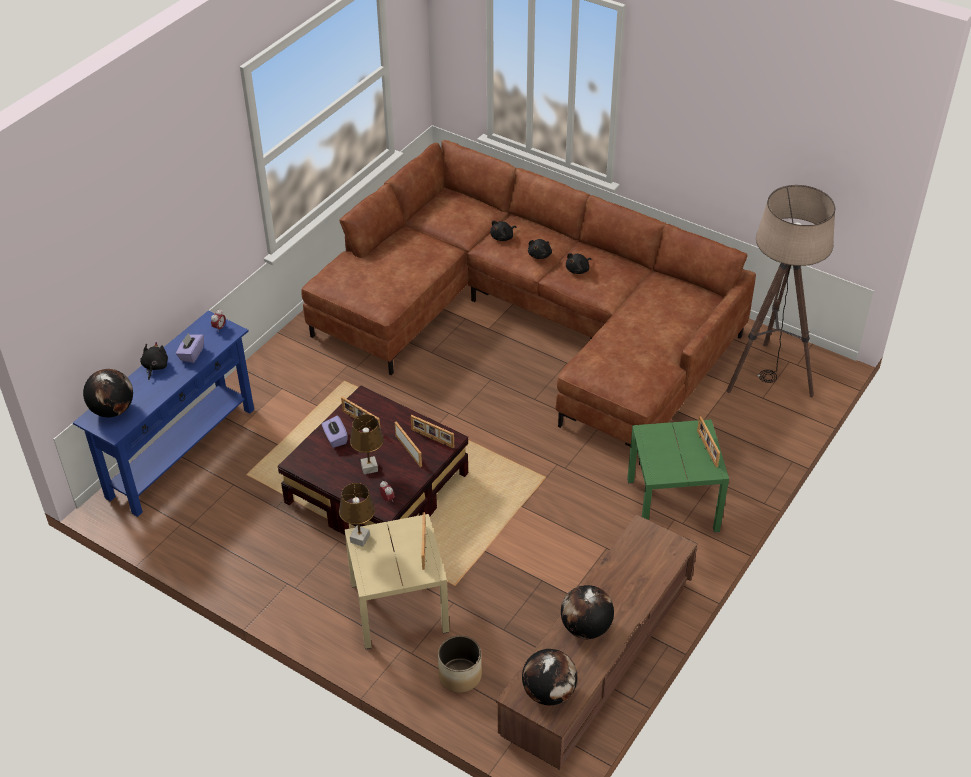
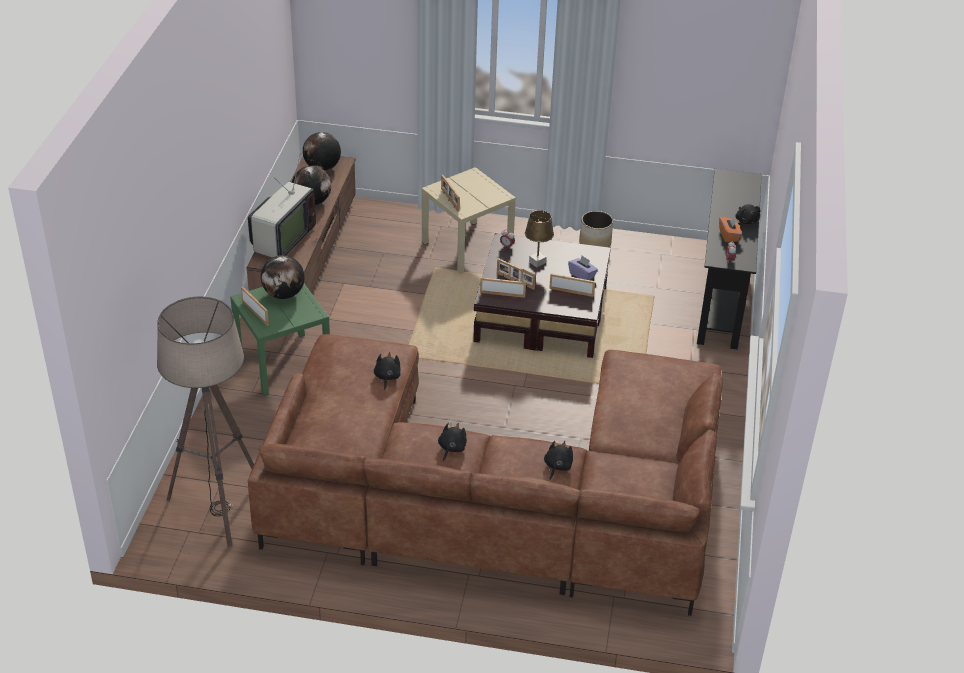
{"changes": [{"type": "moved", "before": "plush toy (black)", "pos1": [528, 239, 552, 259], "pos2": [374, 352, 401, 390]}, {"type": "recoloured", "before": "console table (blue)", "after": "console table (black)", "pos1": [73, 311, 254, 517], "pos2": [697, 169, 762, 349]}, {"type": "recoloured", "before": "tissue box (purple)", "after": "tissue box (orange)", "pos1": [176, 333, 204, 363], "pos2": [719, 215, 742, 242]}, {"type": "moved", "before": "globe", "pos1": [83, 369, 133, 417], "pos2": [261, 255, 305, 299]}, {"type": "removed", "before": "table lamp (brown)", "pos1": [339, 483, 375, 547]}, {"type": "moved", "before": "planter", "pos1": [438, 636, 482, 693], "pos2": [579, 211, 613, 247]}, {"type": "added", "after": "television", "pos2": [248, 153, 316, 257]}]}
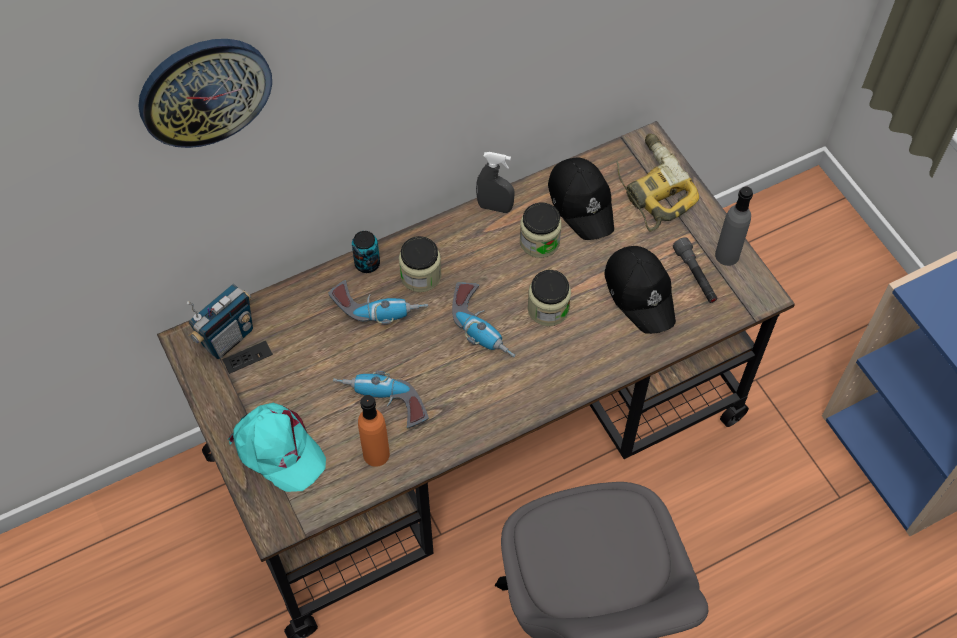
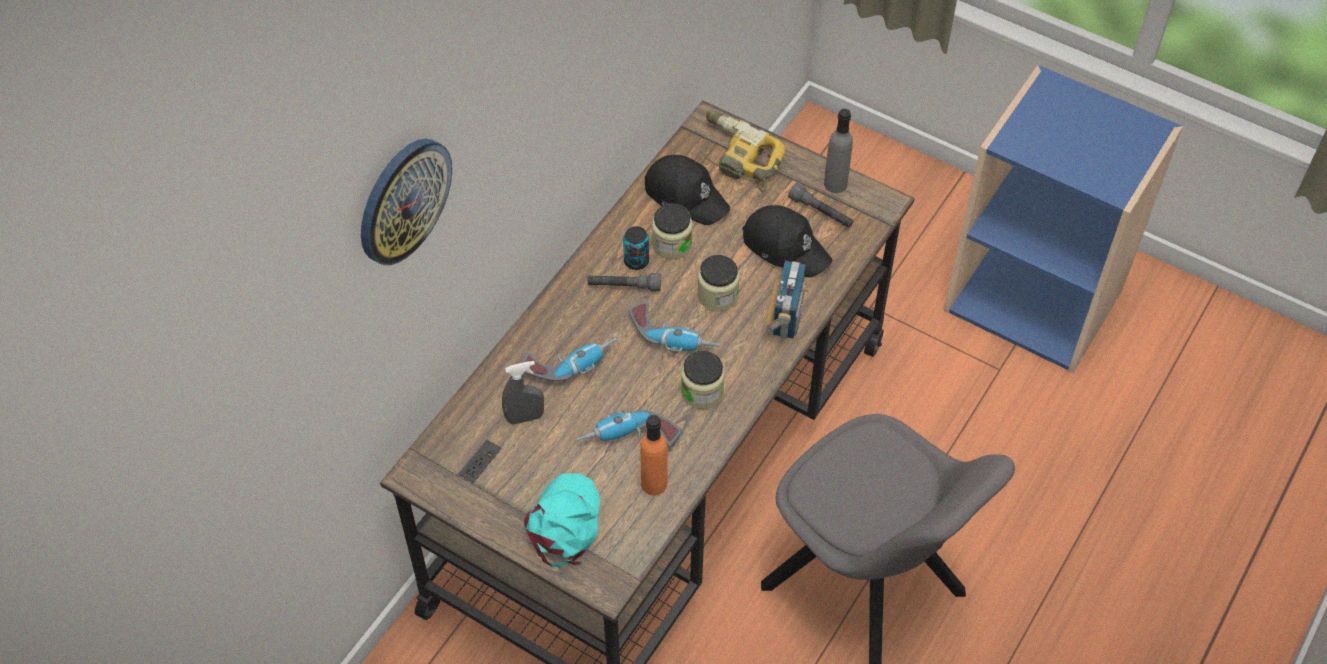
{"changes": [{"type": "moved", "before": "spray bottle (grey)", "pos1": [476, 152, 515, 213], "pos2": [502, 361, 544, 425]}, {"type": "moved", "before": "can", "pos1": [352, 231, 380, 273], "pos2": [623, 226, 649, 270]}, {"type": "moved", "before": "jar", "pos1": [399, 236, 441, 292], "pos2": [681, 351, 725, 409]}, {"type": "moved", "before": "radio", "pos1": [187, 284, 253, 359], "pos2": [765, 261, 809, 338]}, {"type": "turned", "before": "cap (turquoise)", "pos1": [228, 403, 326, 492], "pos2": [524, 474, 600, 567], "turn": -90}, {"type": "added", "after": "flashlight (grey)", "pos2": [587, 273, 661, 291]}]}
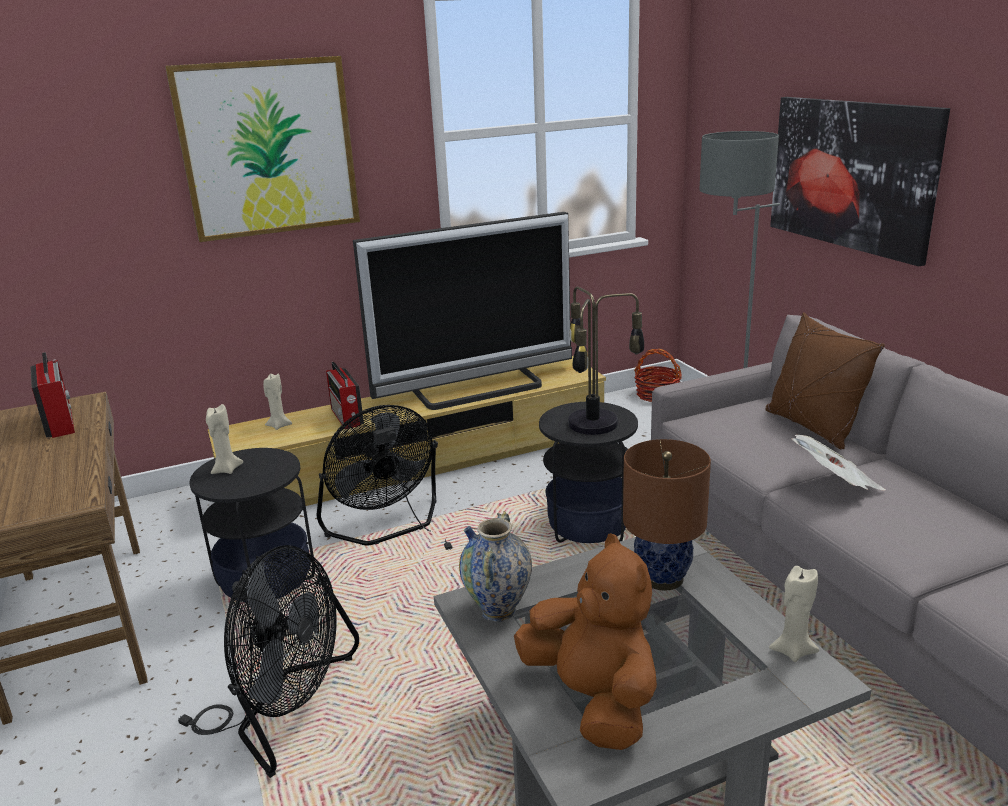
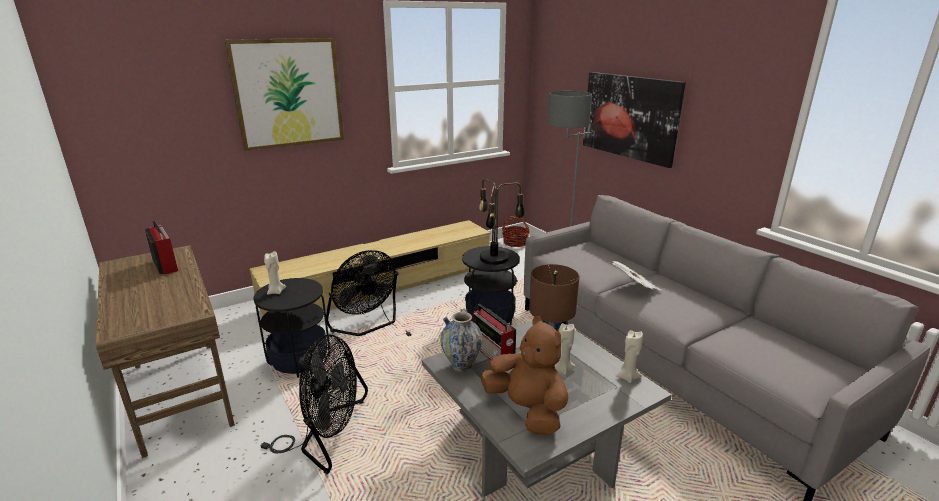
{"changes": [{"type": "removed", "before": "television", "pos1": [353, 212, 572, 410]}, {"type": "removed", "before": "pillow (brown)", "pos1": [765, 312, 885, 450]}, {"type": "moved", "before": "radio", "pos1": [326, 362, 364, 429], "pos2": [473, 304, 516, 360]}, {"type": "moved", "before": "candle (beige)", "pos1": [263, 373, 292, 430], "pos2": [555, 323, 576, 375]}]}
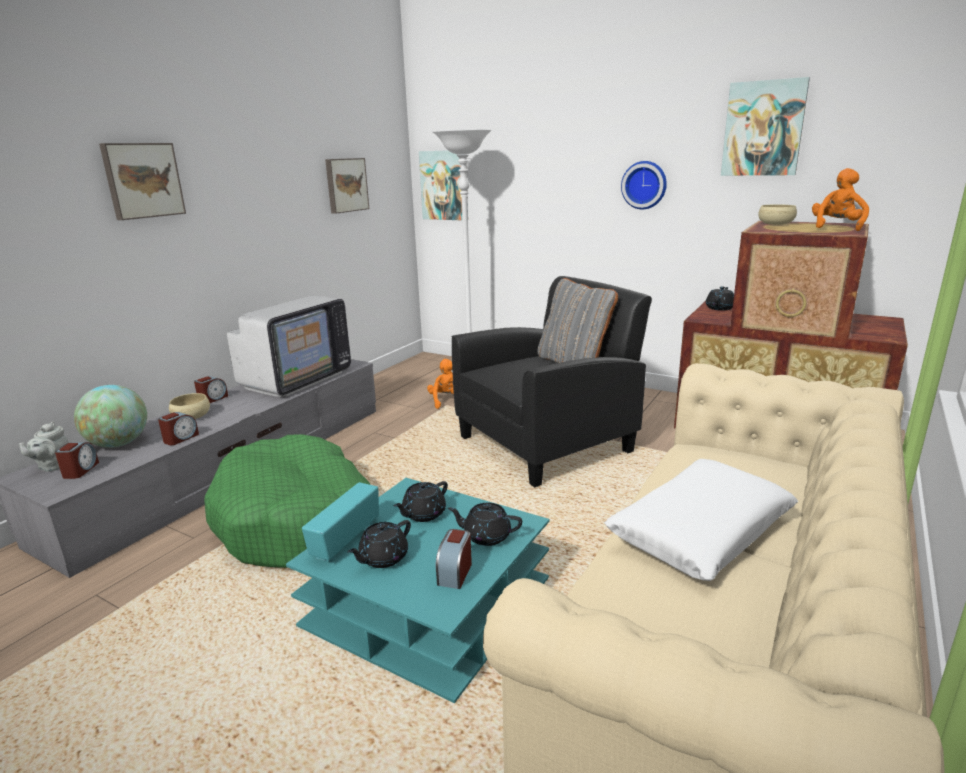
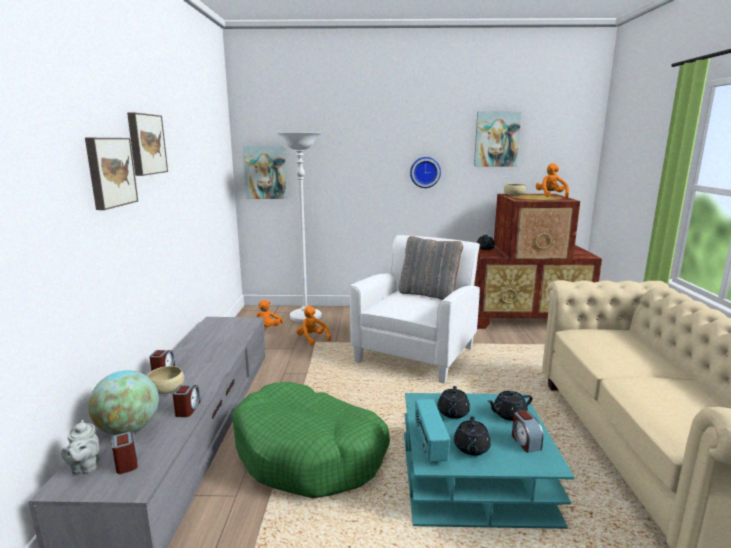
{"changes": [{"type": "moved", "before": "picture", "pos1": [325, 158, 369, 214], "pos2": [127, 113, 168, 176]}, {"type": "recoloured", "before": "armchair (black)", "after": "armchair (white)", "pos1": [452, 276, 652, 487], "pos2": [350, 235, 480, 384]}, {"type": "removed", "before": "television", "pos1": [227, 296, 351, 397]}, {"type": "removed", "before": "pillow (white)", "pos1": [604, 459, 798, 581]}, {"type": "added", "after": "plush toy (orange)", "pos2": [256, 300, 283, 327]}]}
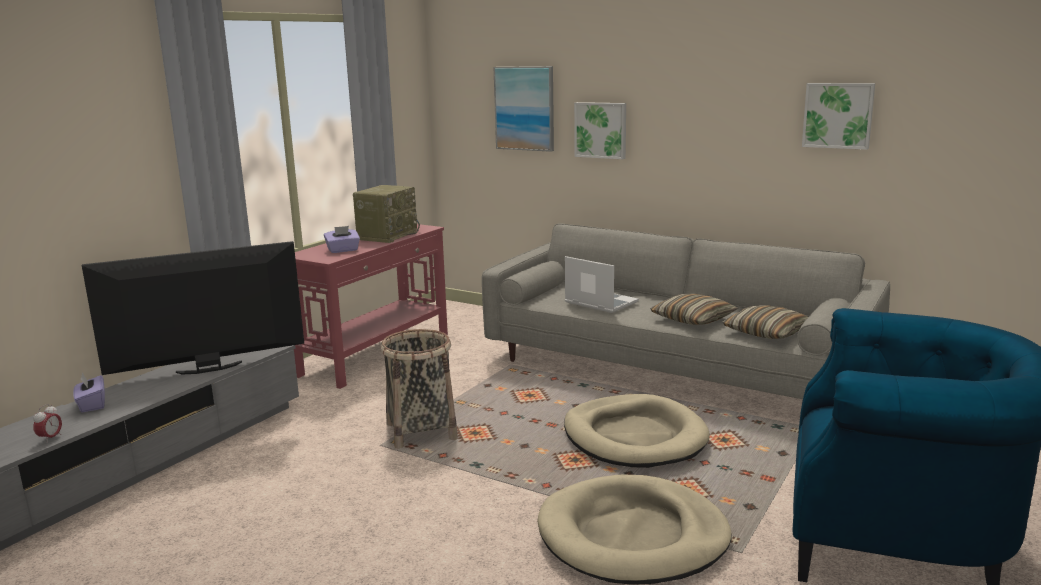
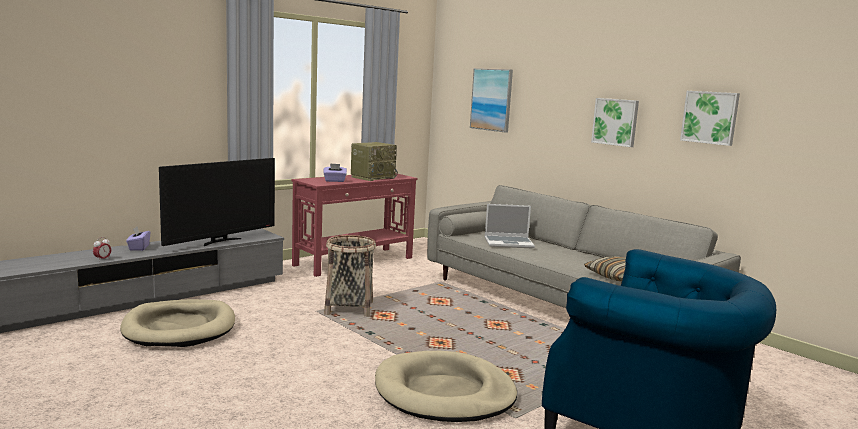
{"changes": [{"type": "moved", "before": "picture", "pos1": [574, 102, 626, 159], "pos2": [591, 98, 639, 147]}, {"type": "turned", "before": "television", "pos1": [82, 241, 304, 375], "pos2": [159, 158, 275, 246], "turn": 135}, {"type": "turned", "before": "laptop", "pos1": [565, 256, 639, 313], "pos2": [485, 204, 535, 248], "turn": 120}, {"type": "removed", "before": "pillow", "pos1": [650, 293, 738, 325]}, {"type": "moved", "before": "dog bed (beige)", "pos1": [564, 394, 710, 468], "pos2": [120, 299, 235, 347]}]}
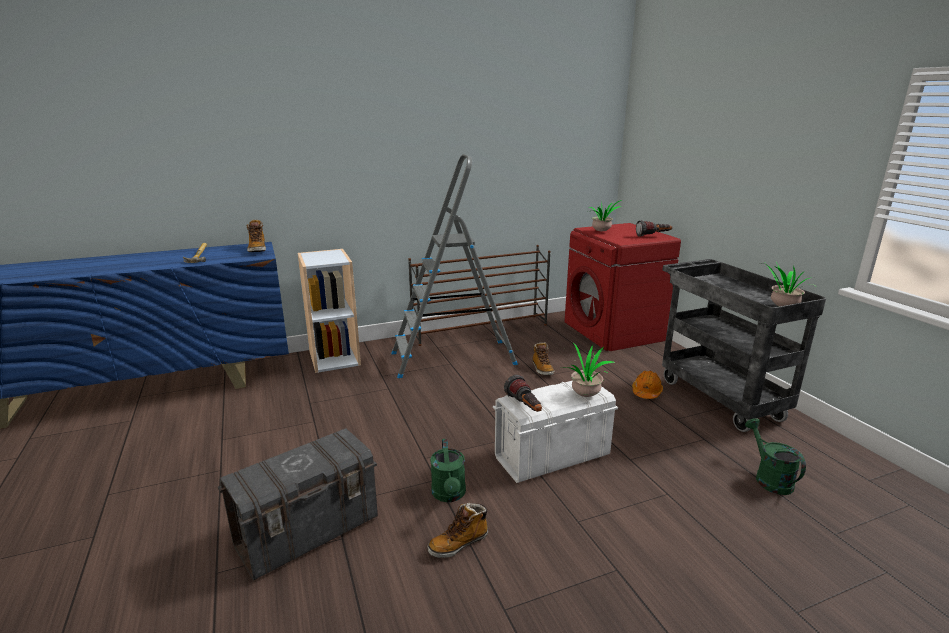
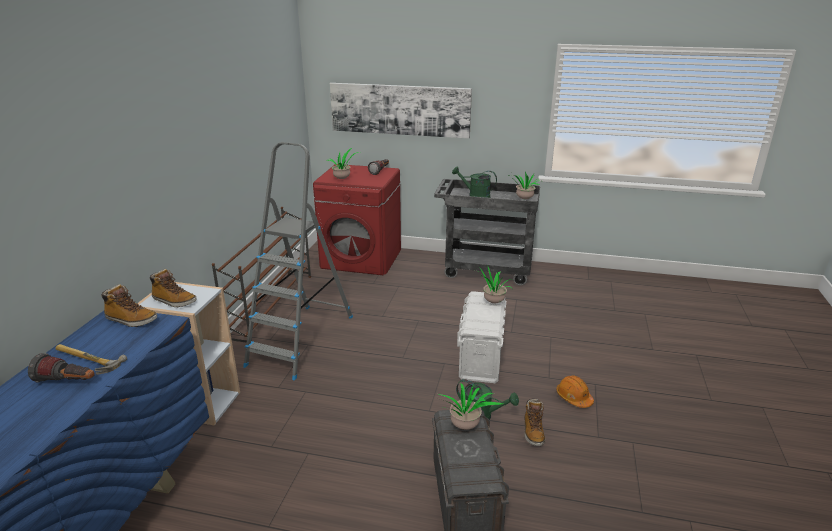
{"changes": [{"type": "moved", "before": "boot", "pos1": [532, 342, 554, 375], "pos2": [150, 269, 197, 308]}, {"type": "moved", "before": "hard hat (orange)", "pos1": [632, 371, 663, 399], "pos2": [556, 376, 594, 408]}, {"type": "moved", "before": "flashlight", "pos1": [504, 375, 542, 412], "pos2": [28, 353, 95, 383]}, {"type": "moved", "before": "watering can (green)", "pos1": [745, 418, 806, 495], "pos2": [452, 166, 497, 198]}, {"type": "added", "after": "picture", "pos2": [330, 83, 472, 139]}, {"type": "added", "after": "potted plant", "pos2": [439, 383, 503, 430]}]}
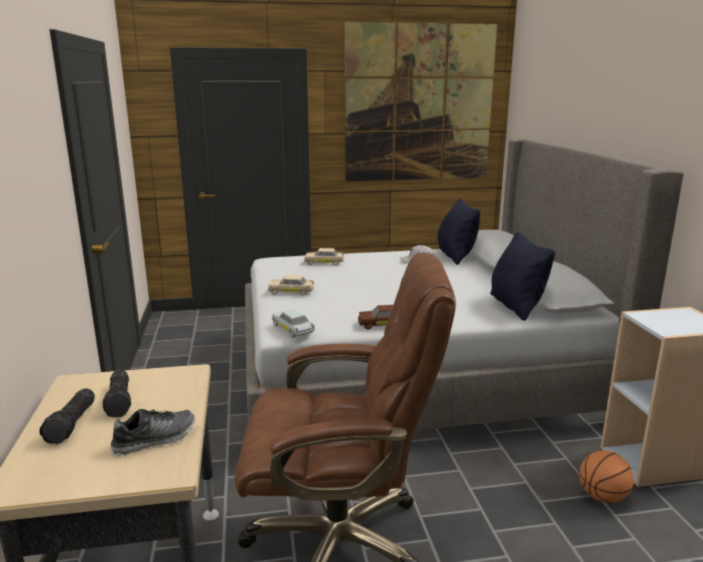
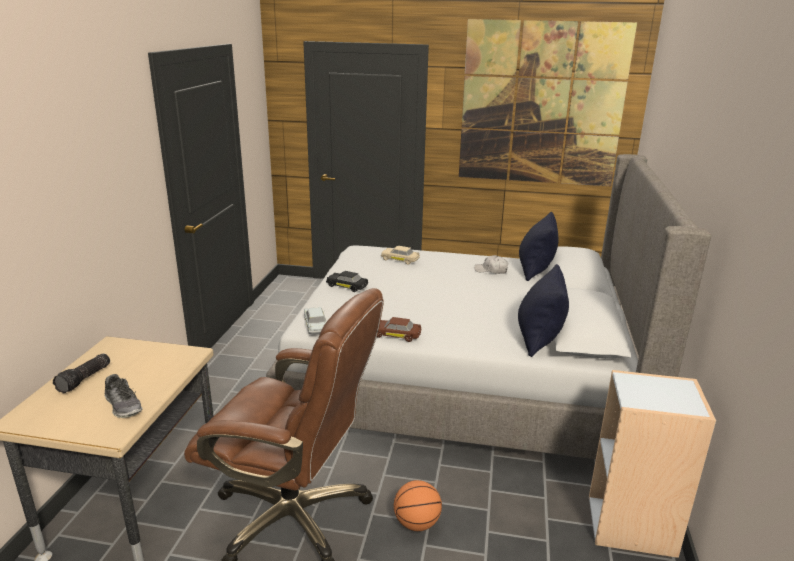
{"changes": [{"type": "recoloured", "before": "toy car (beige)", "after": "toy car (black)", "pos1": [268, 275, 314, 295], "pos2": [326, 271, 368, 292]}, {"type": "removed", "before": "flashlight", "pos1": [102, 370, 131, 418]}, {"type": "turned", "before": "shoe", "pos1": [110, 409, 195, 456], "pos2": [104, 374, 142, 418], "turn": 60}, {"type": "moved", "before": "basketball", "pos1": [579, 451, 634, 503], "pos2": [394, 480, 442, 531]}]}
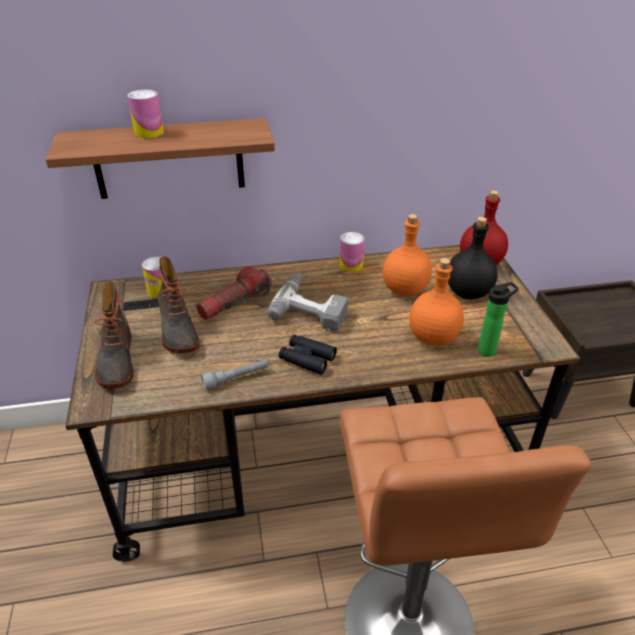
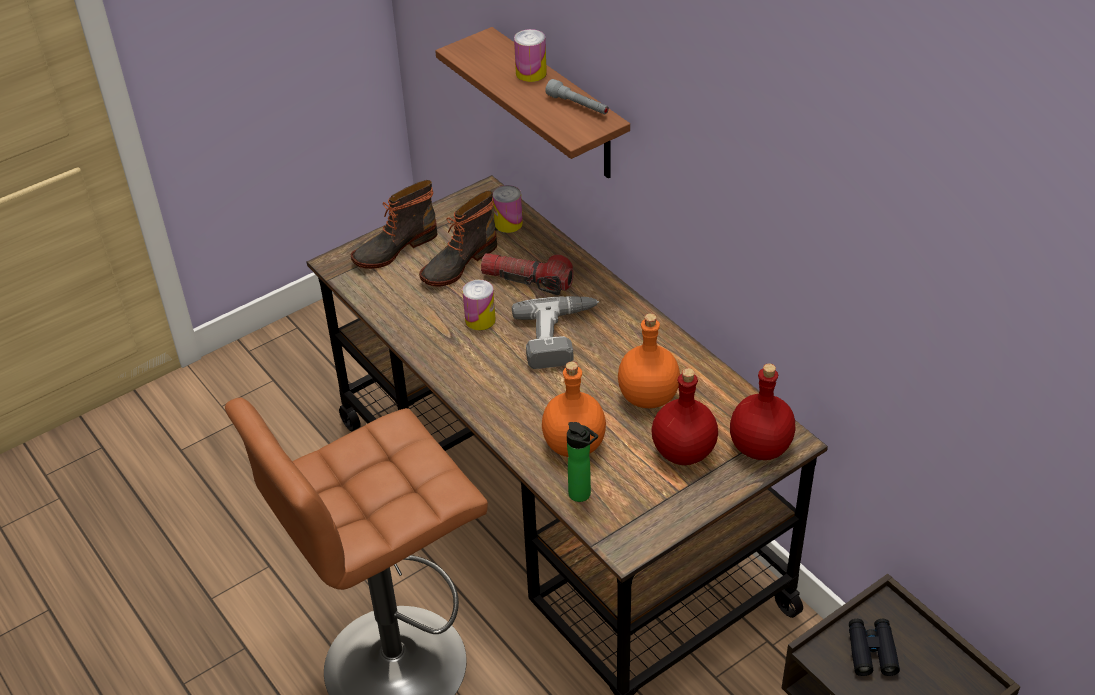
{"changes": [{"type": "recoloured", "before": "bottle (black)", "after": "bottle (red)", "pos1": [448, 217, 498, 299], "pos2": [652, 368, 718, 465]}, {"type": "moved", "before": "can", "pos1": [340, 232, 365, 272], "pos2": [462, 280, 496, 330]}, {"type": "moved", "before": "binoculars (black)", "pos1": [279, 334, 337, 375], "pos2": [849, 619, 900, 676]}, {"type": "moved", "before": "flashlight (grey)", "pos1": [201, 359, 268, 390], "pos2": [545, 79, 609, 115]}]}
